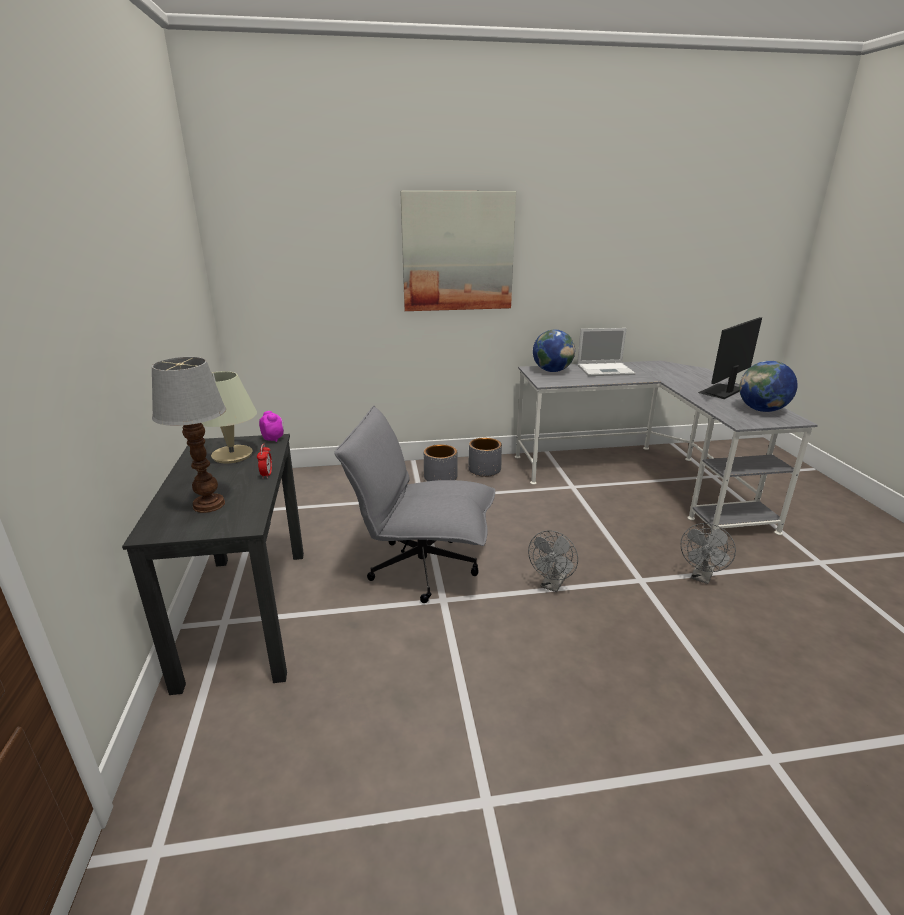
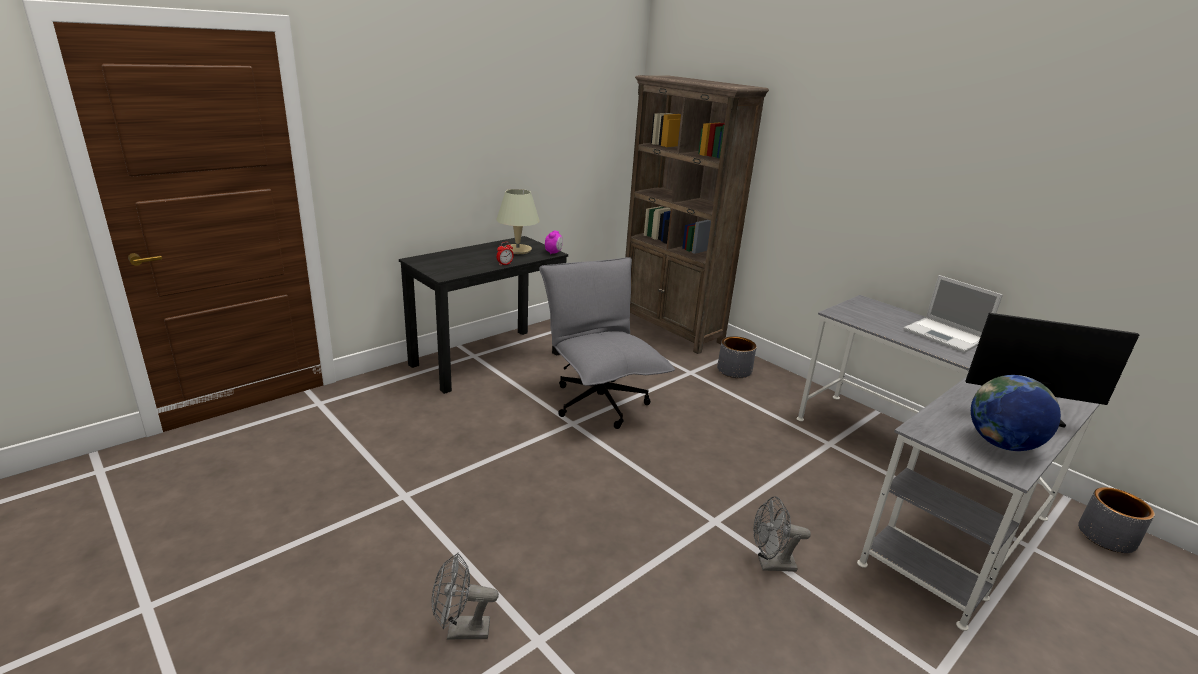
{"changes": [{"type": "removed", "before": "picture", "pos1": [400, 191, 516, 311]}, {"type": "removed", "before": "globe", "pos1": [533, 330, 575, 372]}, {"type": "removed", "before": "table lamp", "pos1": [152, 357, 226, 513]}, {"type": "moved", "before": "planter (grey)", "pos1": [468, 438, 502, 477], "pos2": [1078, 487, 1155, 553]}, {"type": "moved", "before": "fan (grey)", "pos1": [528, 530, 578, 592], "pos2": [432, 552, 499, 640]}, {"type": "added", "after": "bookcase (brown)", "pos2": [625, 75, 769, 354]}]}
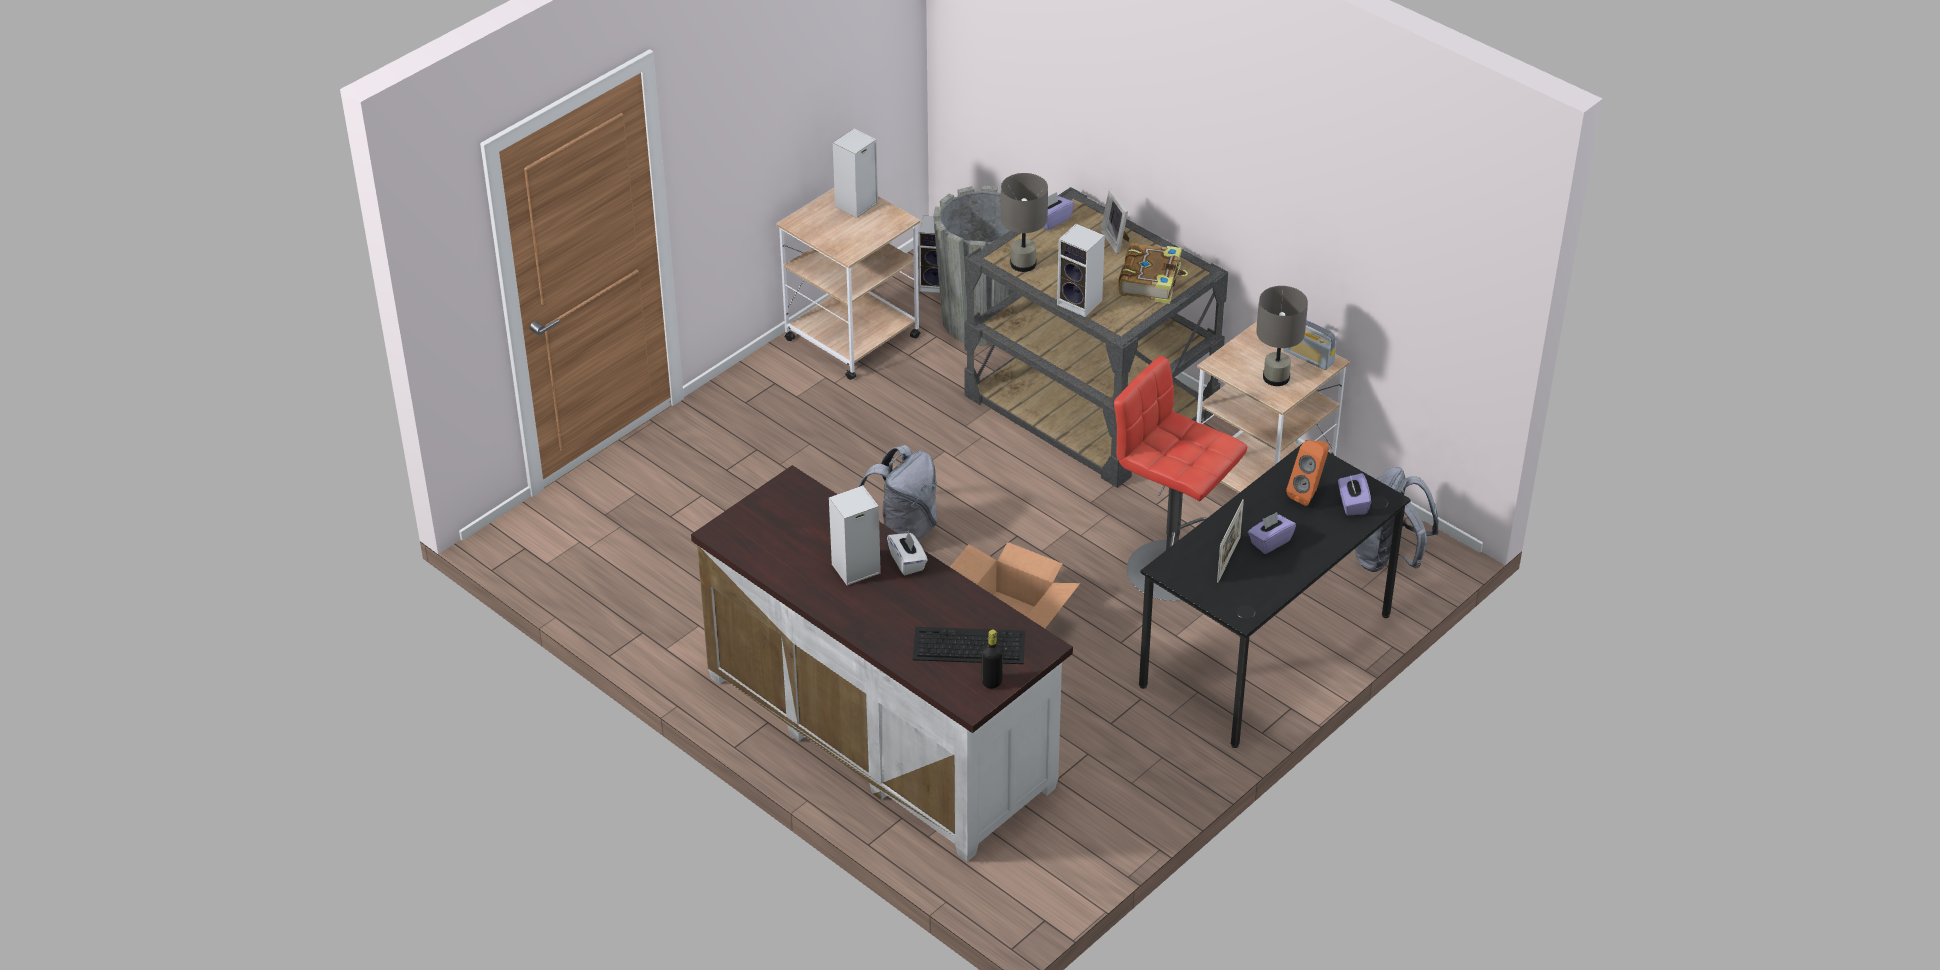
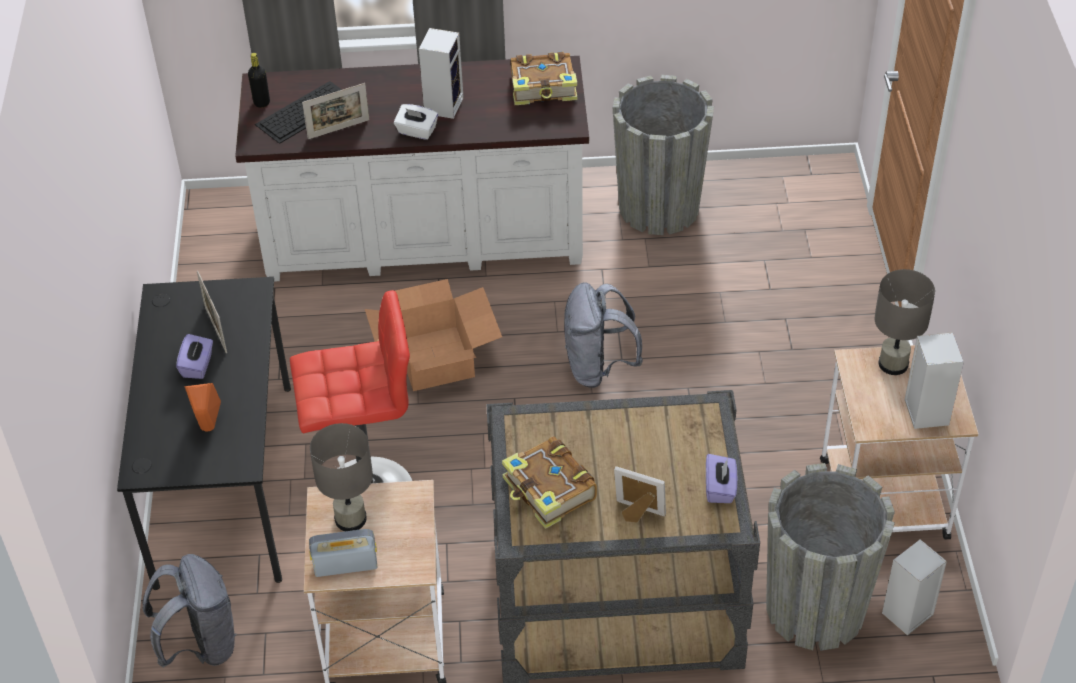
{"changes": [{"type": "moved", "before": "table lamp (grey)", "pos1": [1001, 173, 1048, 272], "pos2": [875, 269, 935, 375]}, {"type": "removed", "before": "speaker", "pos1": [1057, 224, 1105, 317]}, {"type": "removed", "before": "tissue box (purple)", "pos1": [1338, 473, 1371, 515]}, {"type": "added", "after": "book", "pos2": [511, 51, 577, 105]}, {"type": "added", "after": "planter (grey)", "pos2": [612, 75, 714, 235]}, {"type": "added", "after": "picture frame", "pos2": [302, 83, 369, 139]}]}
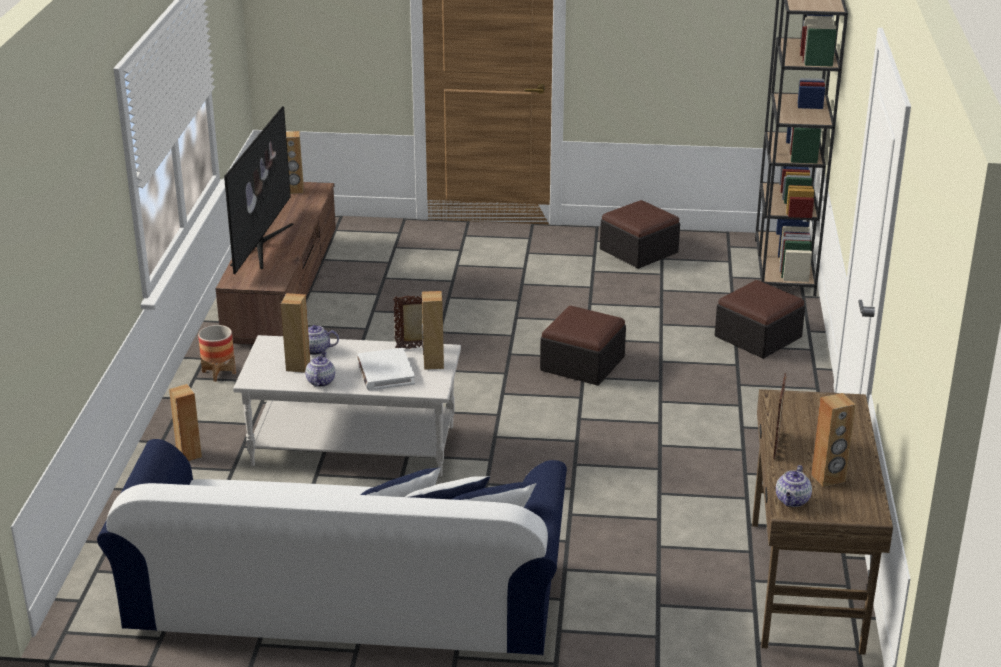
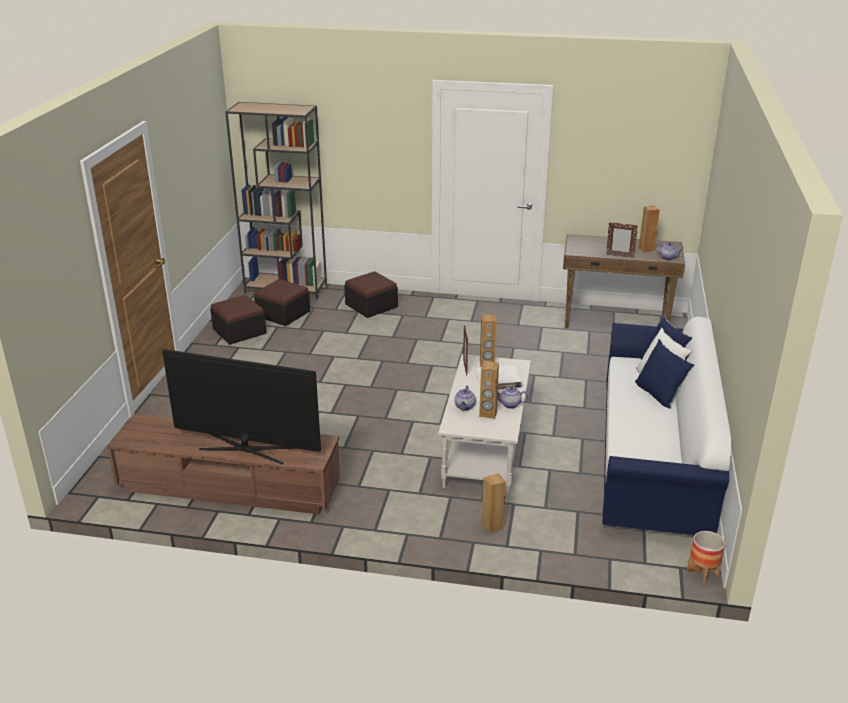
{"changes": [{"type": "removed", "before": "speaker (brown)", "pos1": [286, 131, 304, 194]}, {"type": "moved", "before": "ottoman", "pos1": [540, 306, 626, 386], "pos2": [254, 279, 310, 326]}, {"type": "moved", "before": "planter", "pos1": [198, 325, 236, 382], "pos2": [687, 531, 725, 584]}]}
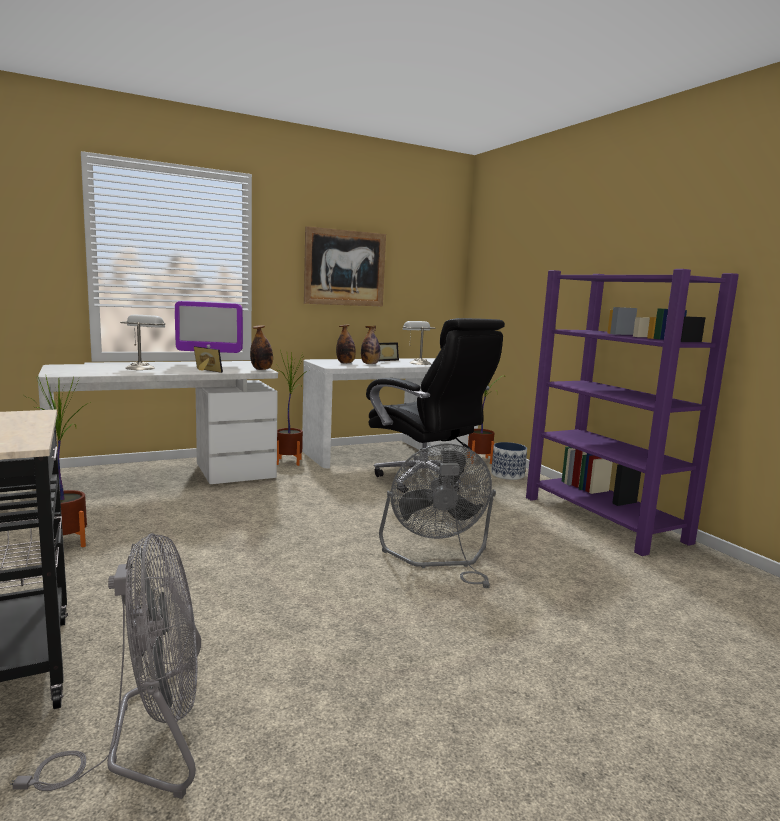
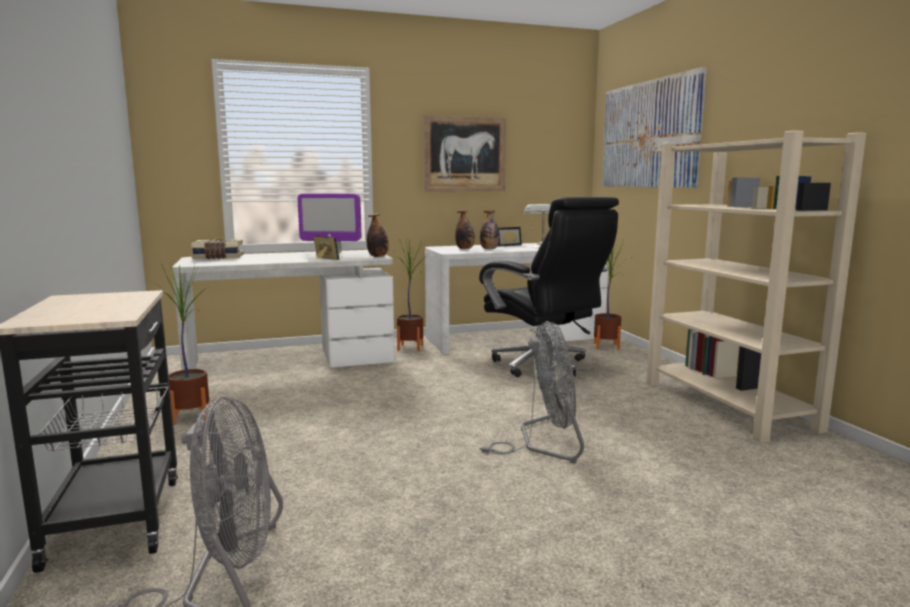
{"changes": [{"type": "recoloured", "before": "bookcase (purple)", "after": "bookcase (beige)", "pos1": [526, 269, 739, 556], "pos2": [646, 131, 866, 443]}, {"type": "removed", "before": "table lamp (white)", "pos1": [120, 315, 165, 370]}, {"type": "removed", "before": "planter", "pos1": [491, 442, 527, 480]}, {"type": "turned", "before": "fan (grey)", "pos1": [379, 444, 496, 588], "pos2": [479, 321, 584, 464], "turn": 90}, {"type": "added", "after": "picture", "pos2": [602, 67, 707, 188]}, {"type": "added", "after": "book", "pos2": [191, 239, 244, 260]}]}
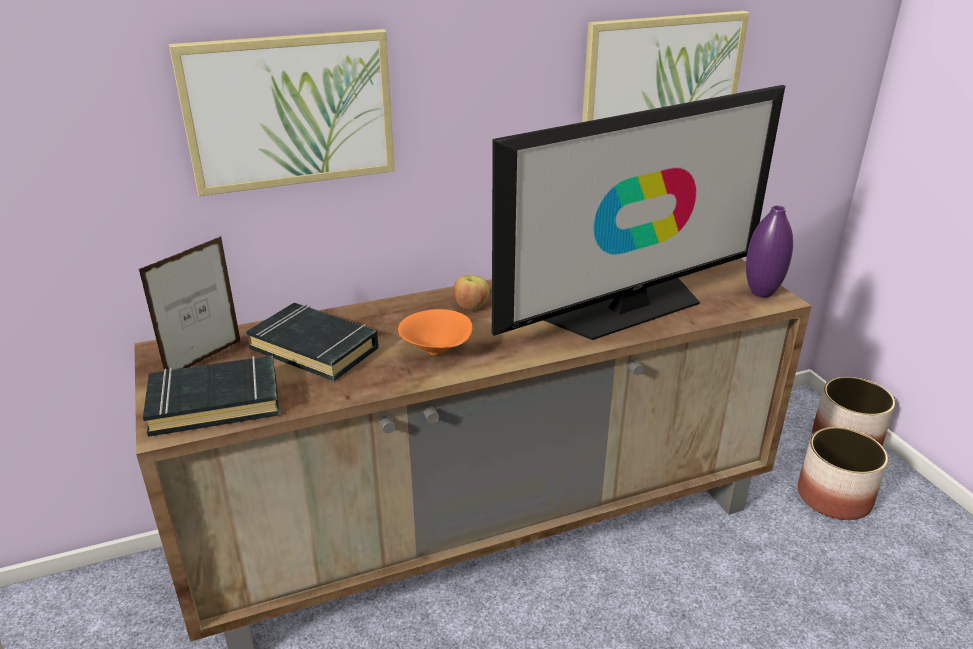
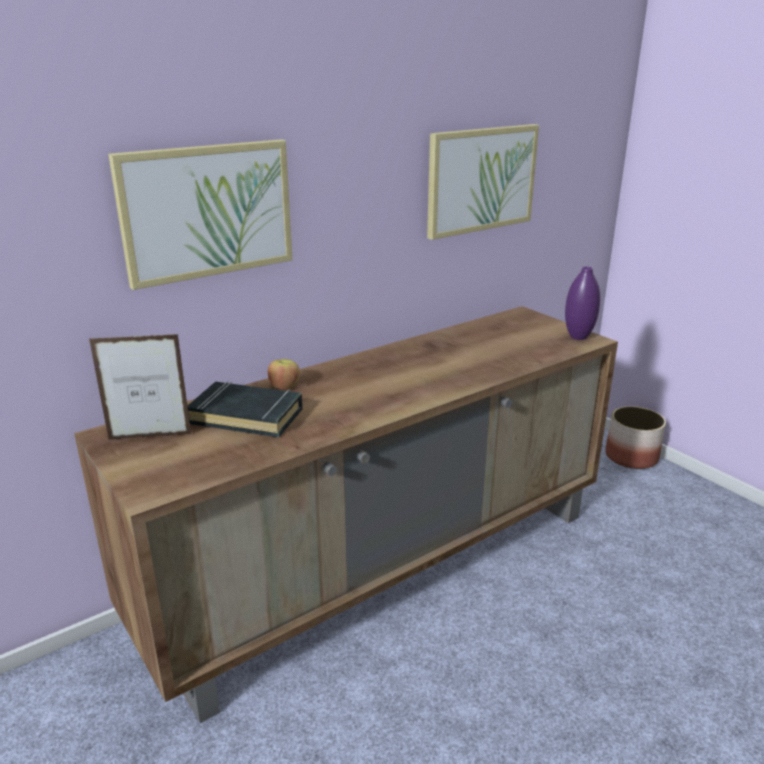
{"changes": [{"type": "removed", "before": "television", "pos1": [492, 85, 785, 340]}, {"type": "turned", "before": "picture frame", "pos1": [138, 236, 240, 371], "pos2": [89, 334, 191, 440], "turn": -120}, {"type": "moved", "before": "apple", "pos1": [453, 275, 489, 311], "pos2": [268, 359, 300, 390]}, {"type": "removed", "before": "bowl (orange)", "pos1": [398, 309, 473, 355]}, {"type": "removed", "before": "book (black)", "pos1": [143, 355, 280, 437]}, {"type": "removed", "before": "planter", "pos1": [798, 427, 888, 520]}]}
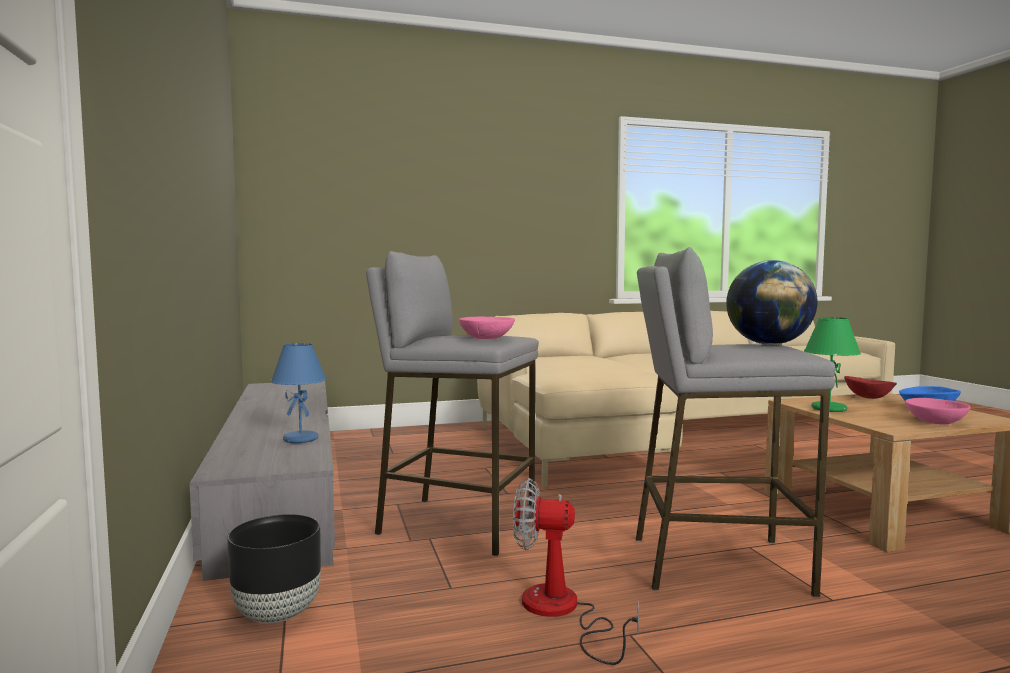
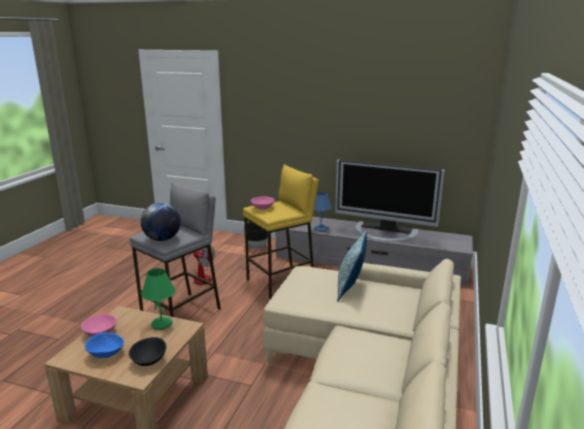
{"changes": [{"type": "recoloured", "before": "stool (grey)", "after": "stool (yellow)", "pos1": [366, 251, 539, 556], "pos2": [243, 164, 319, 299]}, {"type": "recoloured", "before": "bowl (red)", "after": "bowl (black)", "pos1": [844, 376, 897, 399], "pos2": [129, 337, 167, 366]}, {"type": "turned", "before": "fan", "pos1": [513, 478, 639, 665], "pos2": [193, 245, 215, 285], "turn": 75}, {"type": "added", "after": "television", "pos2": [335, 160, 445, 242]}, {"type": "added", "after": "pillow", "pos2": [337, 230, 367, 301]}]}
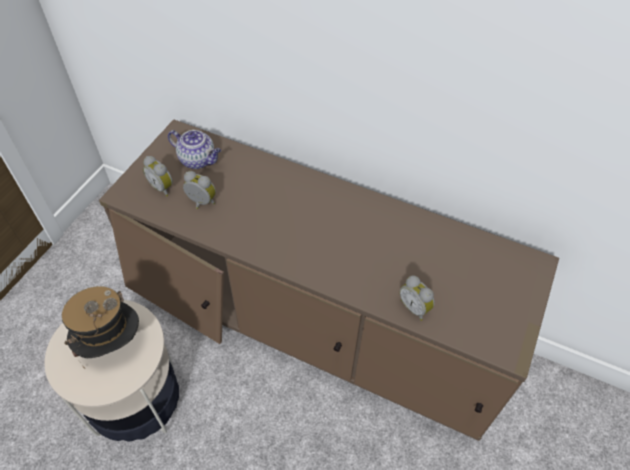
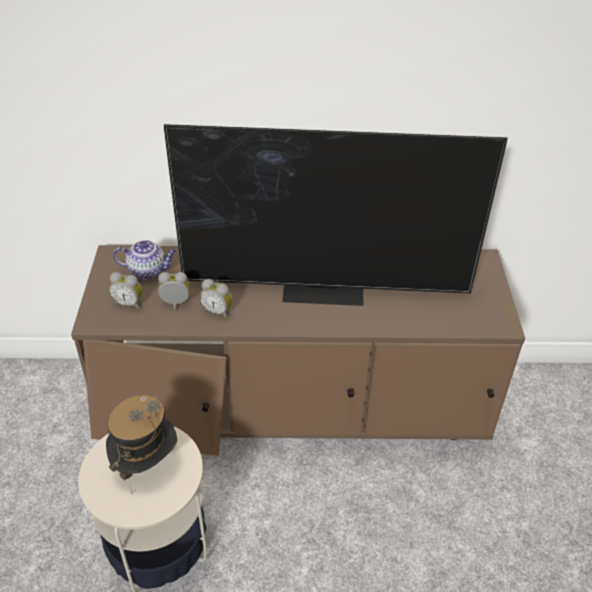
{"changes": [{"type": "moved", "before": "alarm clock", "pos1": [400, 276, 435, 321], "pos2": [200, 279, 232, 319]}, {"type": "added", "after": "television", "pos2": [164, 124, 508, 306]}]}
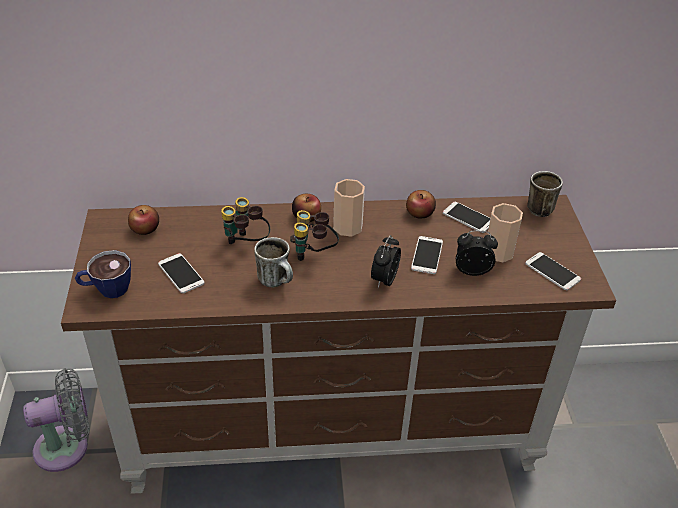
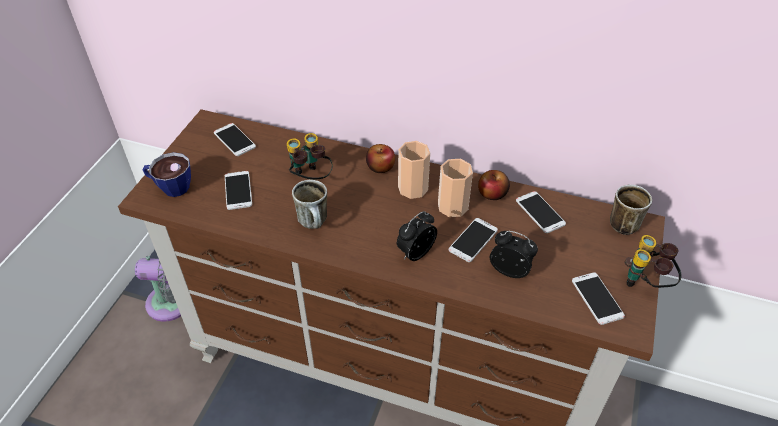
{"changes": [{"type": "moved", "before": "cup", "pos1": [487, 203, 523, 262], "pos2": [438, 159, 473, 217]}, {"type": "replaced", "before": "apple", "after": "phone", "pos1": [128, 205, 159, 235], "pos2": [214, 123, 256, 156]}, {"type": "moved", "before": "binoculars", "pos1": [290, 210, 339, 261], "pos2": [625, 235, 681, 288]}]}
